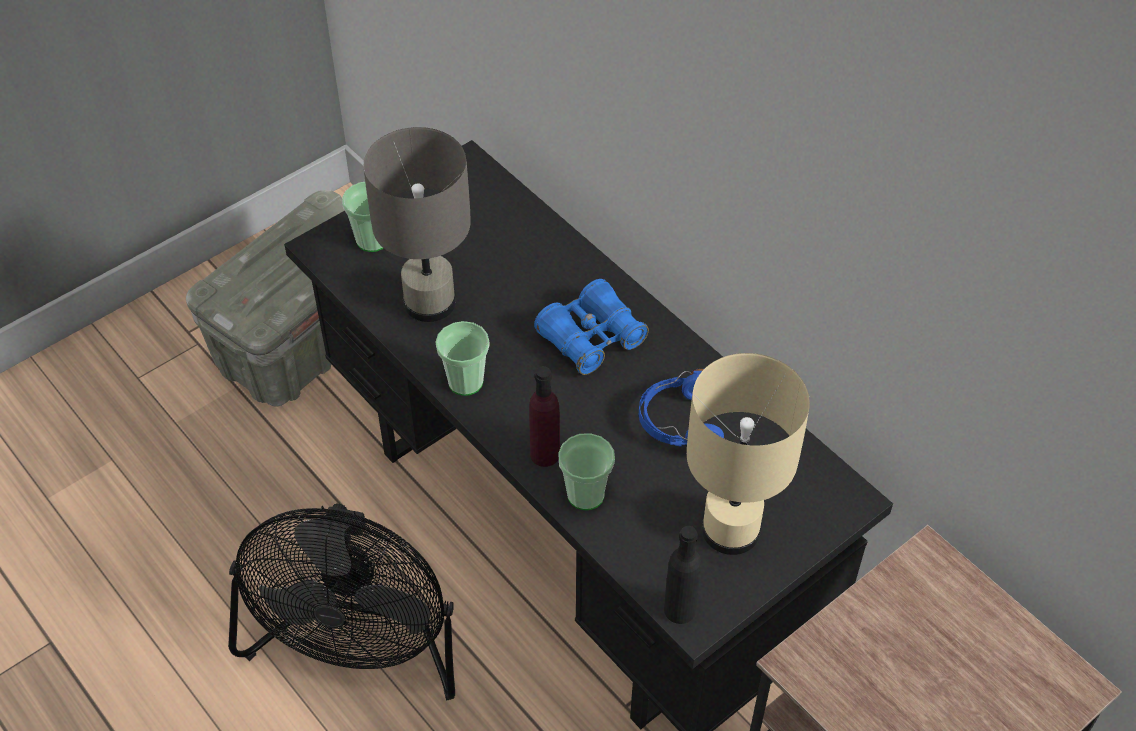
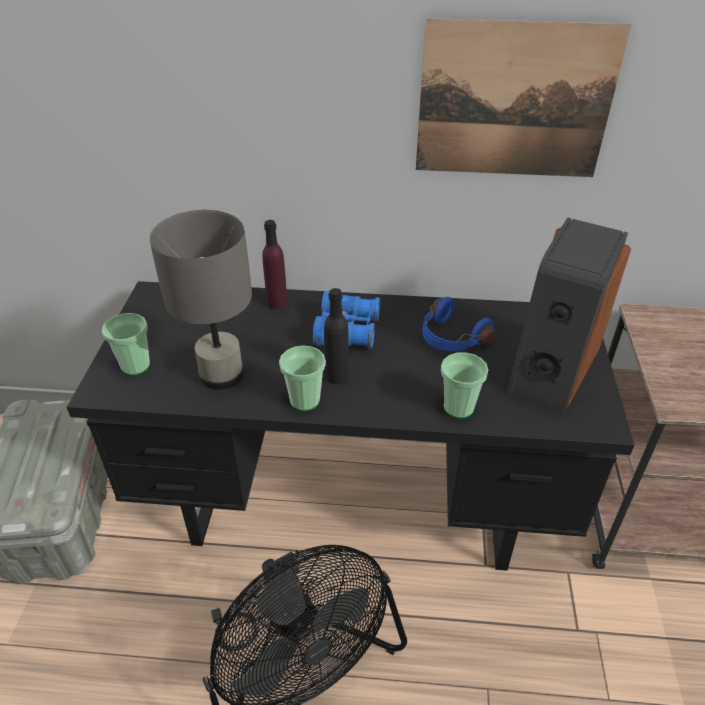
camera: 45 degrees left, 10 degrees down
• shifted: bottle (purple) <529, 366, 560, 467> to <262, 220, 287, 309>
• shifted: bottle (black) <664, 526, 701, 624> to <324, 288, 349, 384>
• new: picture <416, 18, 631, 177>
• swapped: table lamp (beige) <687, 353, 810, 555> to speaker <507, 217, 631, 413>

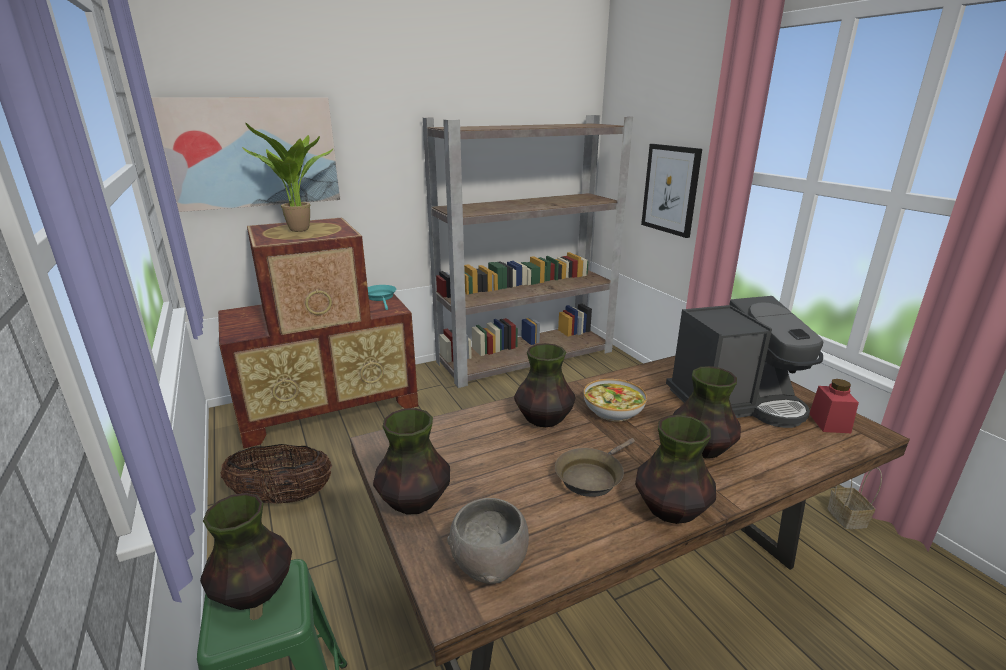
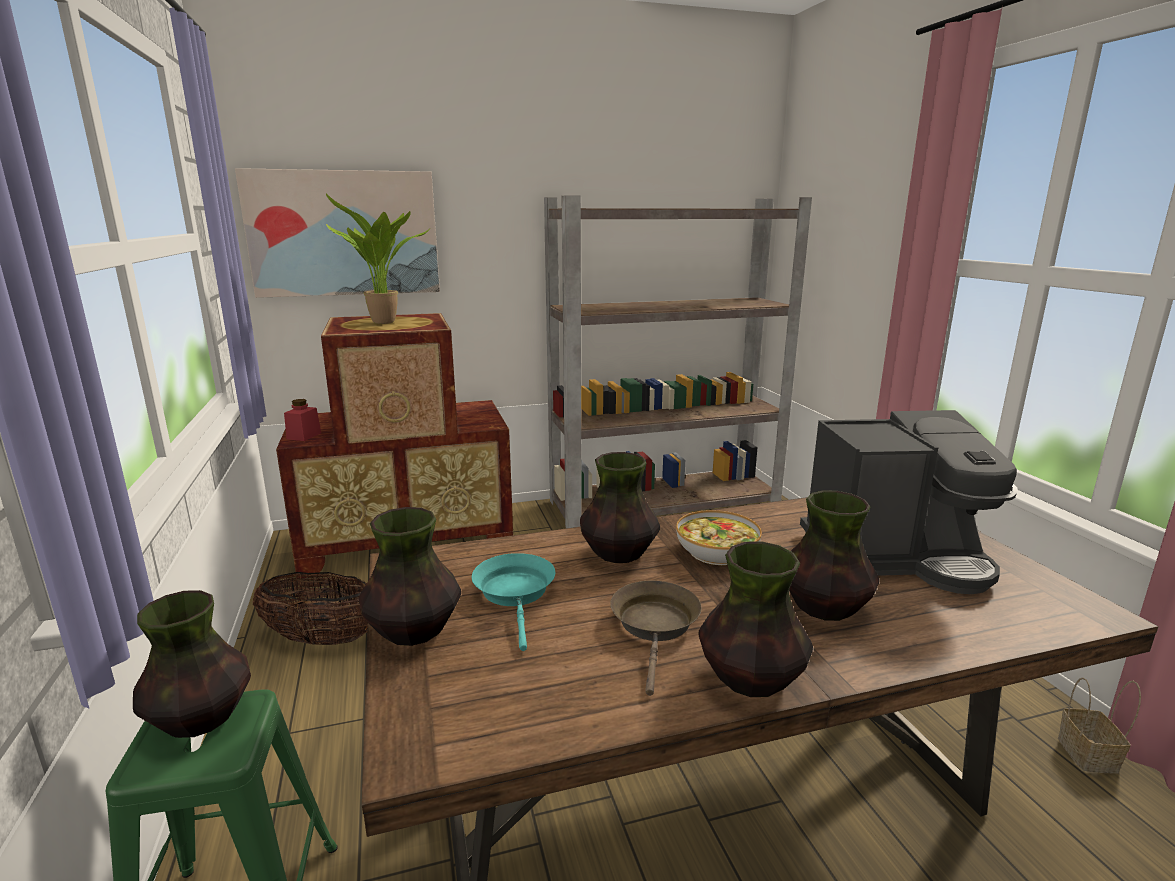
camera: 10 degrees right, 5 degrees down
• shifted: jar (red) <809, 379, 859, 433> to <284, 399, 321, 441>
• shifted: frying pan (turquoise) <368, 285, 396, 310> to <472, 553, 556, 651>
• rotated: frying pan (brown) <555, 438, 635, 497> = <610, 581, 701, 696> 135 degrees clockwise
• gone: bowl (grey) <447, 498, 529, 584>
• gone: picture <641, 144, 702, 238>

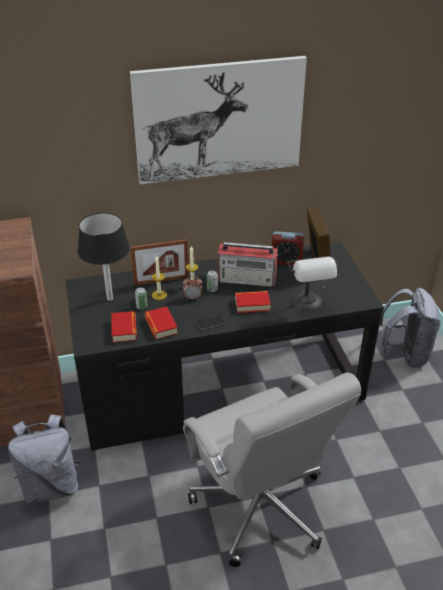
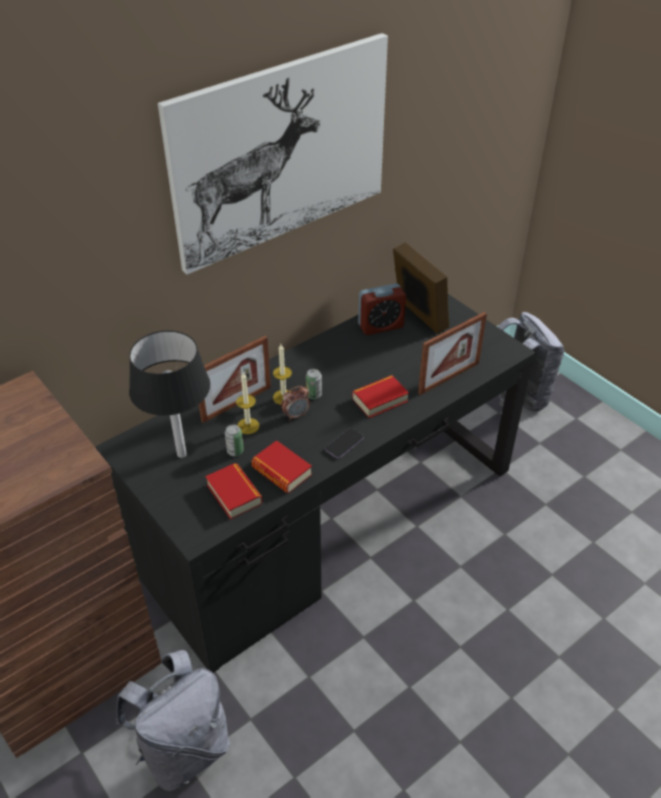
camera: 25 degrees left, 5 degrees up
• swapped: table lamp <287, 256, 339, 311> to picture frame <418, 312, 487, 395>
• gone: office chair (grey) <183, 373, 361, 567>
• gone: radio <218, 242, 278, 287>

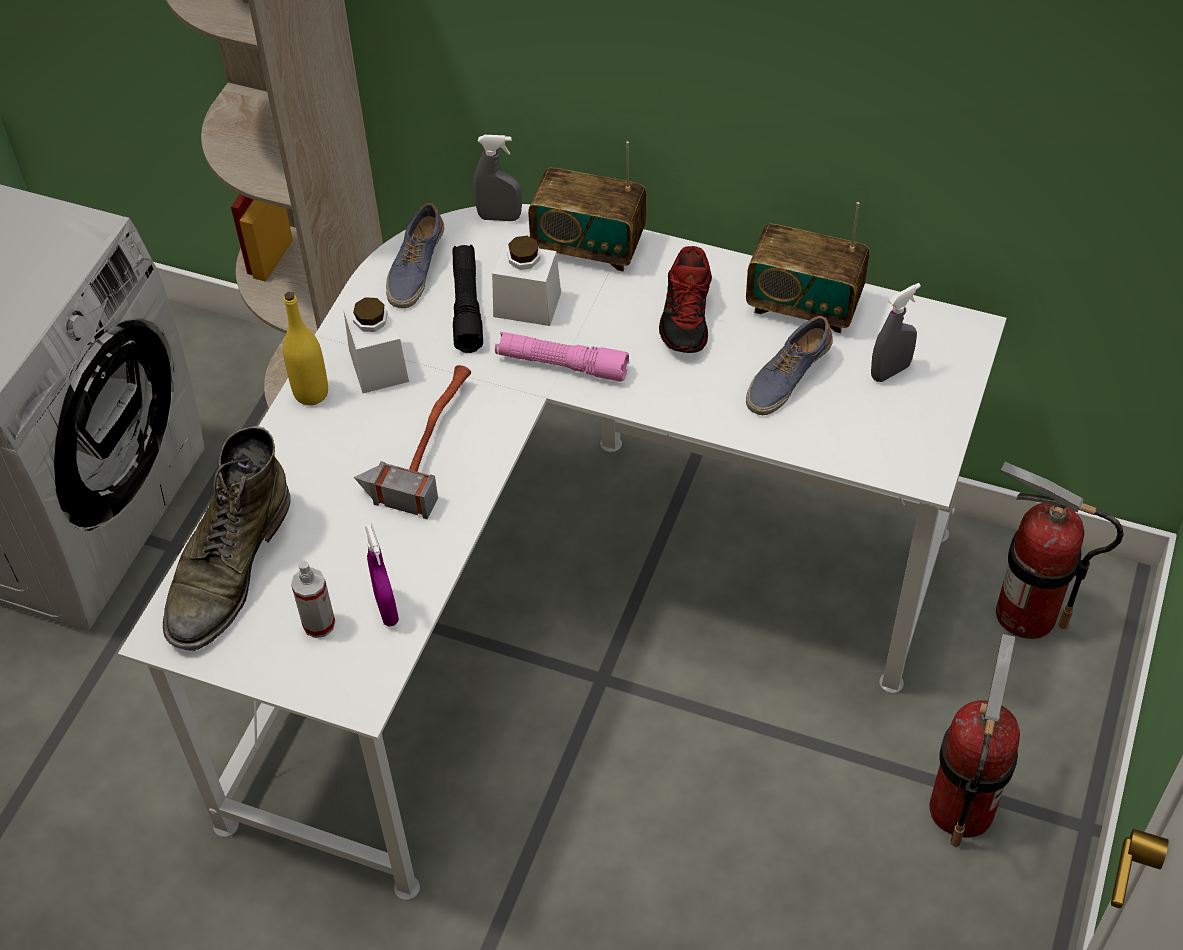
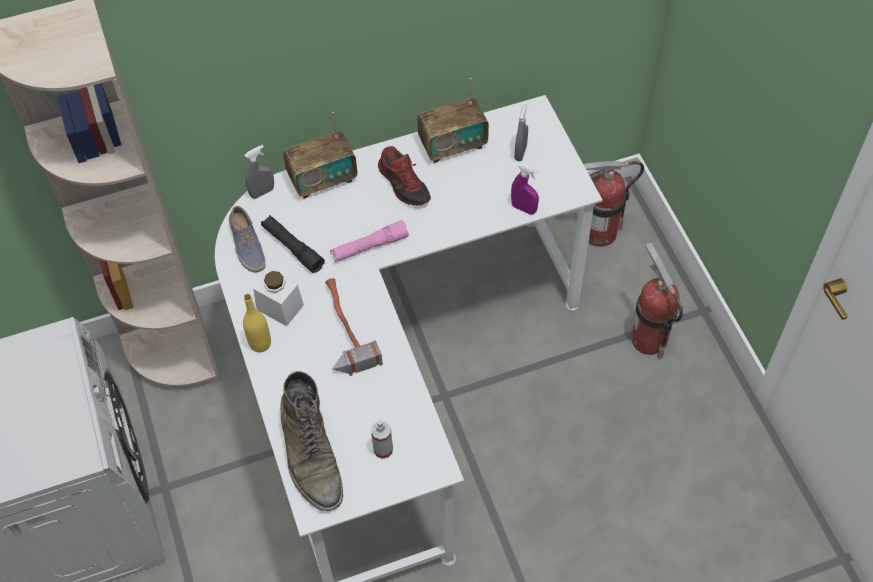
camera: 40 degrees left, 5 degrees up
• shifted: spray bottle (purple) <365, 524, 399, 627> to <511, 164, 539, 215>
• gone: jar (white) <492, 236, 561, 326>
• gone: shoe <746, 316, 833, 415>

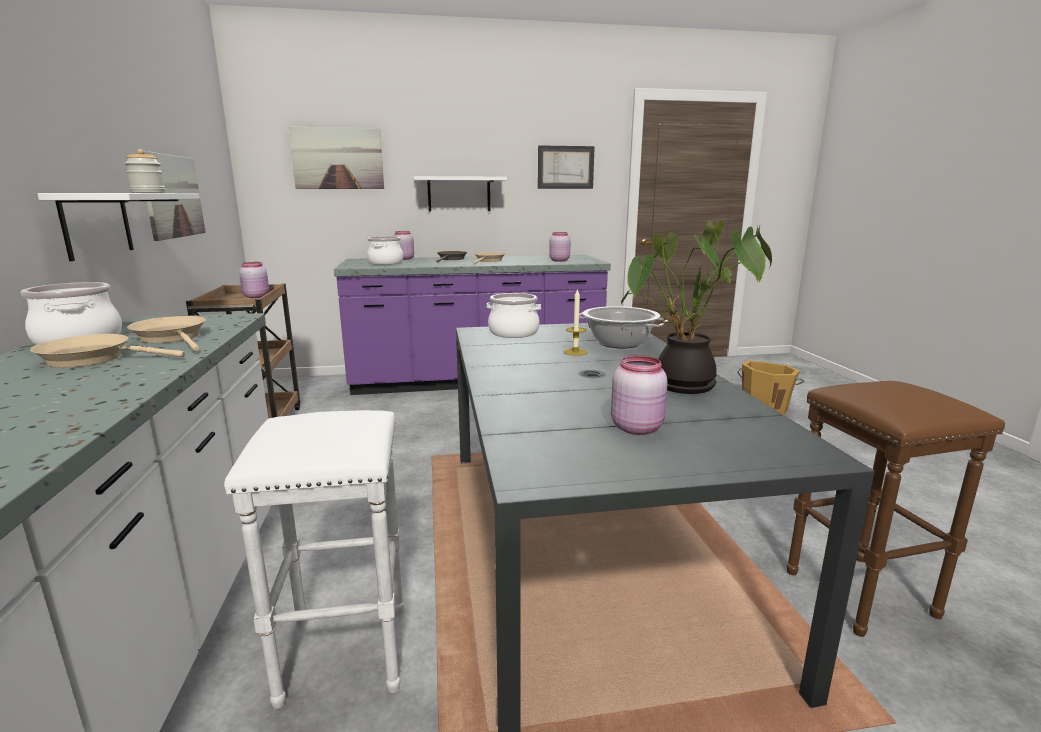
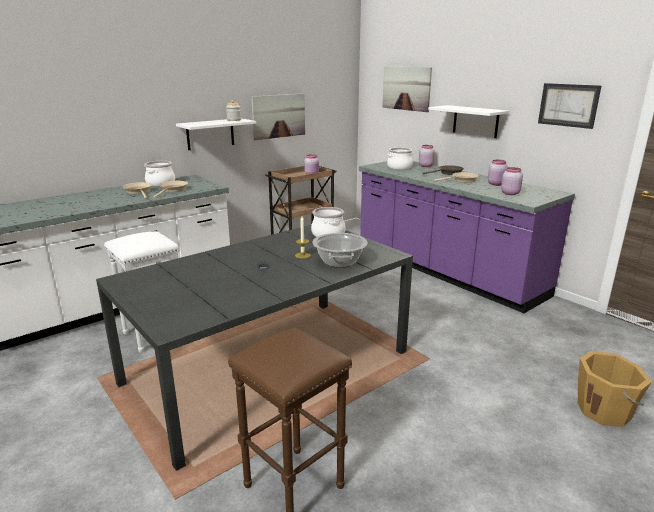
camera: 60 degrees right, 5 degrees up
• shifted: jar (pink) <611, 355, 668, 435> to <488, 160, 508, 186>
• gone: potted plant <621, 220, 772, 394>

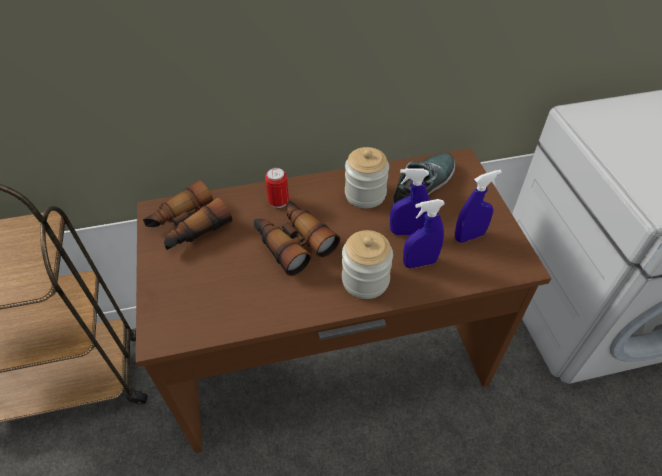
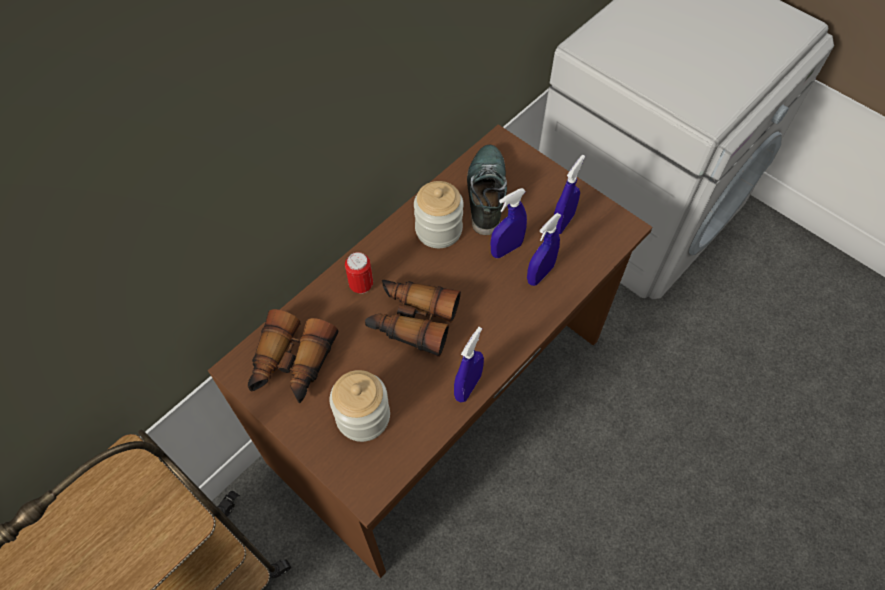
camera: 35 degrees left, 10 degrees up
• shifted: jar <342, 230, 393, 299> to <330, 370, 390, 442>
• new: spray bottle (blue) <454, 327, 484, 402>

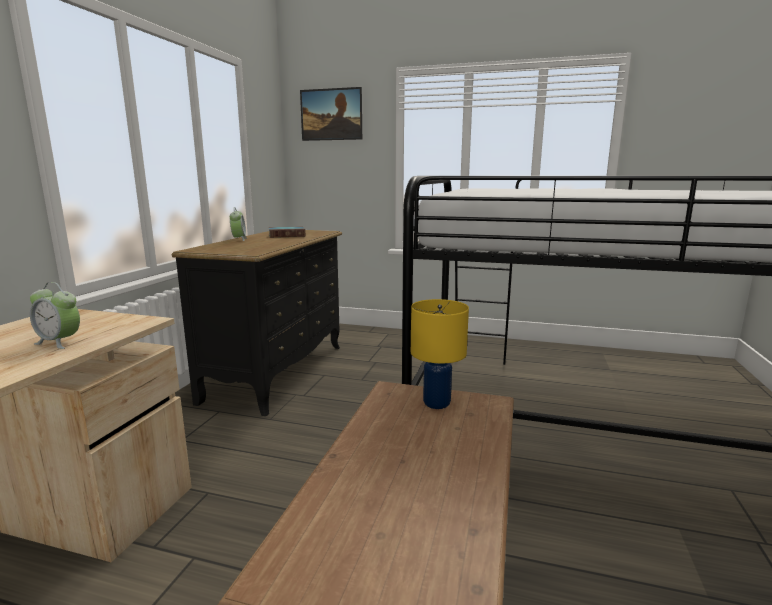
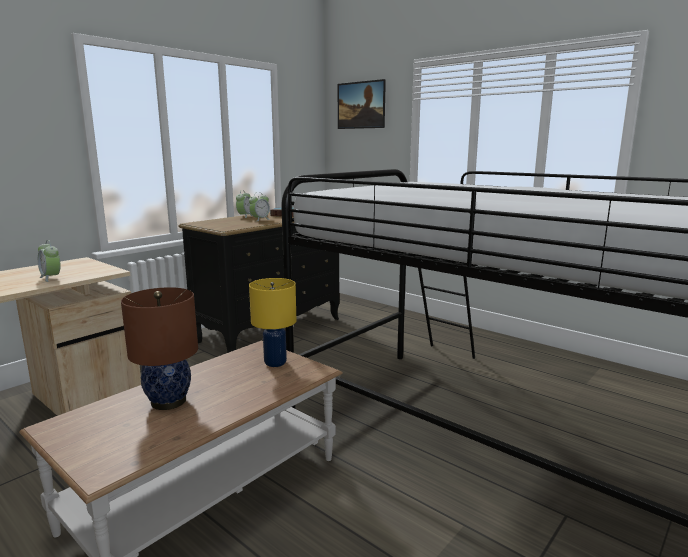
camera: 25 degrees right, 0 degrees up
• new: table lamp (brown) <121, 287, 198, 410>
• new: alarm clock <249, 192, 271, 221>

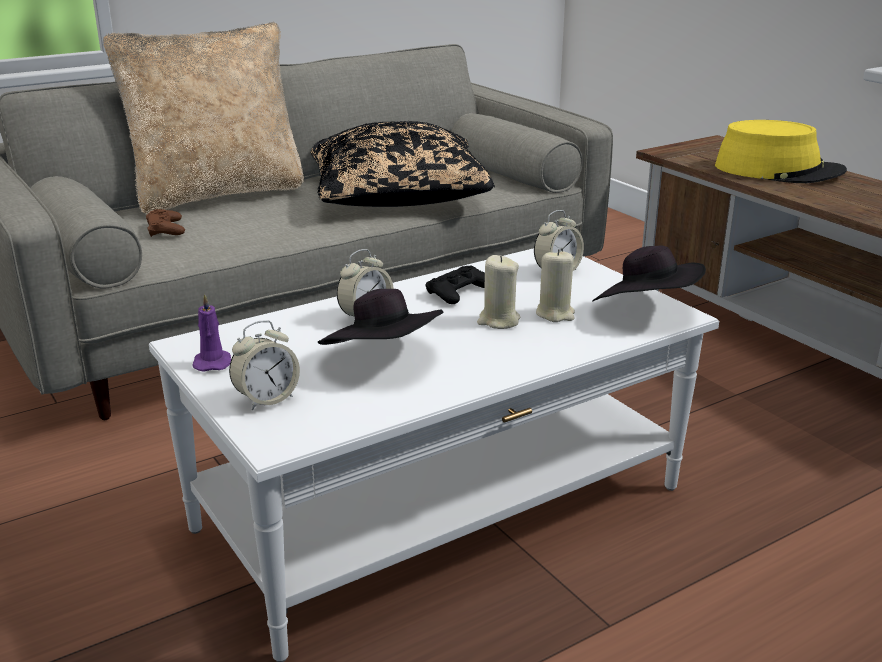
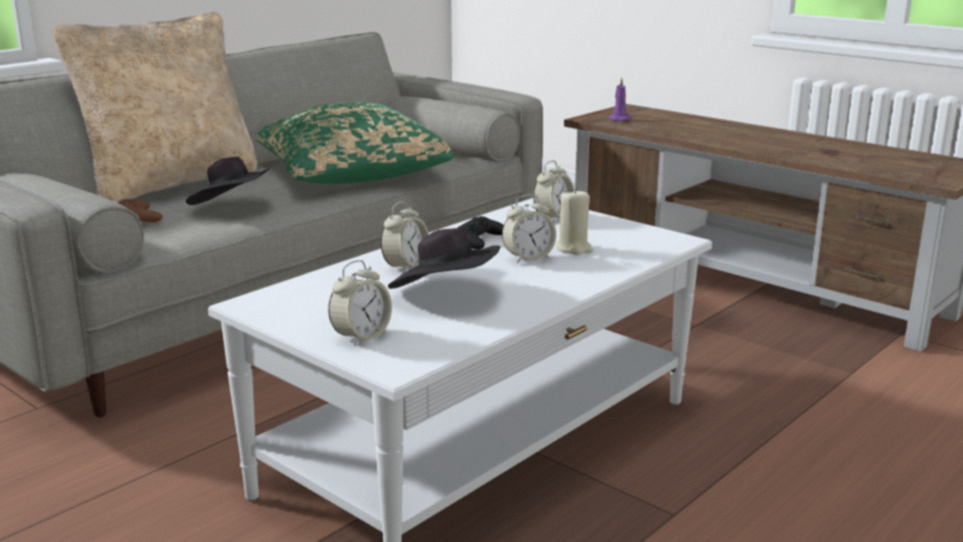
camera: 15 degrees left, 5 degrees down
• shifted: hat (black) <592, 246, 706, 301> to <186, 157, 270, 205>
• repainted: pillow (black) <311, 121, 495, 207> to pillow (green) <256, 102, 455, 184>
• swapped: candle (beige) <477, 255, 520, 329> to alarm clock <502, 194, 556, 264>
• shifted: candle (purple) <192, 294, 231, 372> to <608, 77, 632, 121>
• gone: hat (yellow) <715, 120, 847, 183>

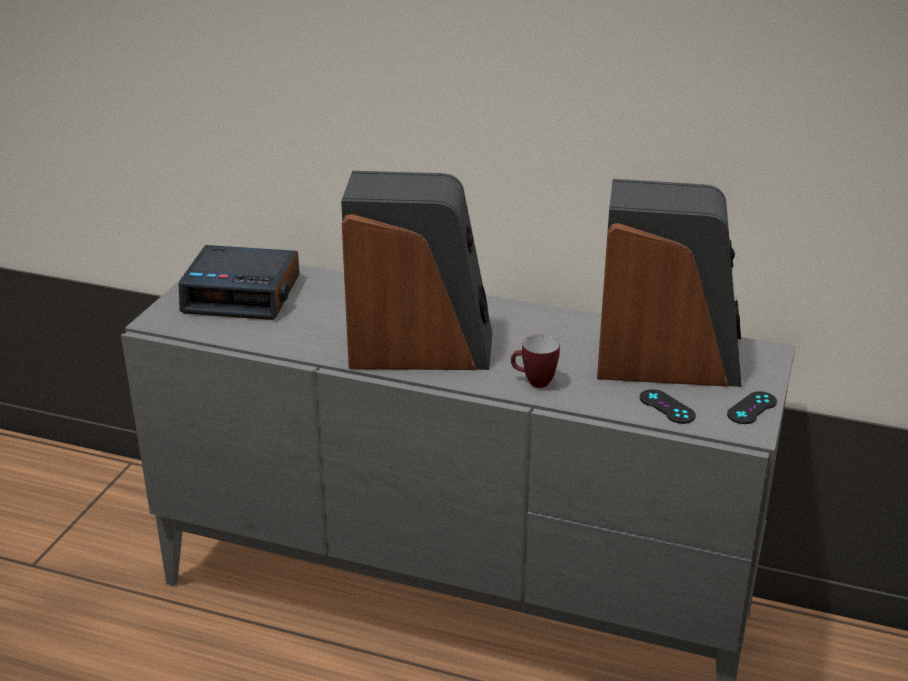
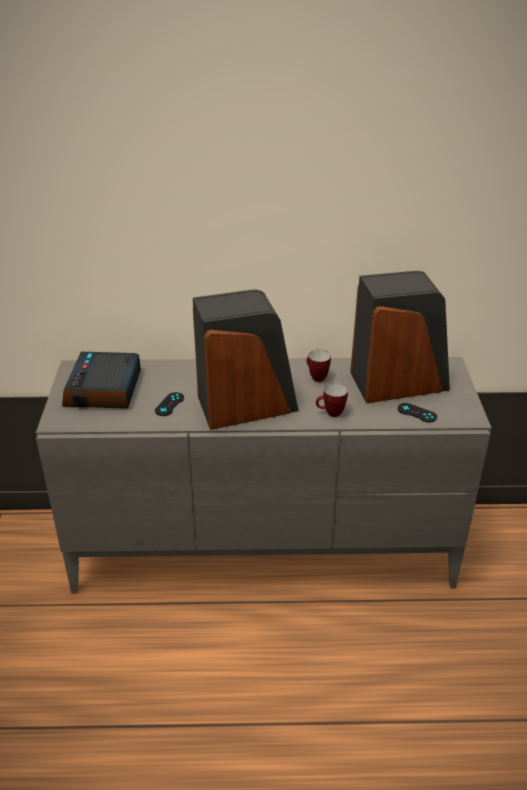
camera: 20 degrees left, 5 degrees up
• rotated: alarm clock <178, 245, 299, 320> = <62, 352, 141, 409> 105 degrees clockwise
• shifted: game controller (black) <727, 391, 777, 424> to <155, 392, 184, 416>
• new: mug <307, 350, 331, 382>

